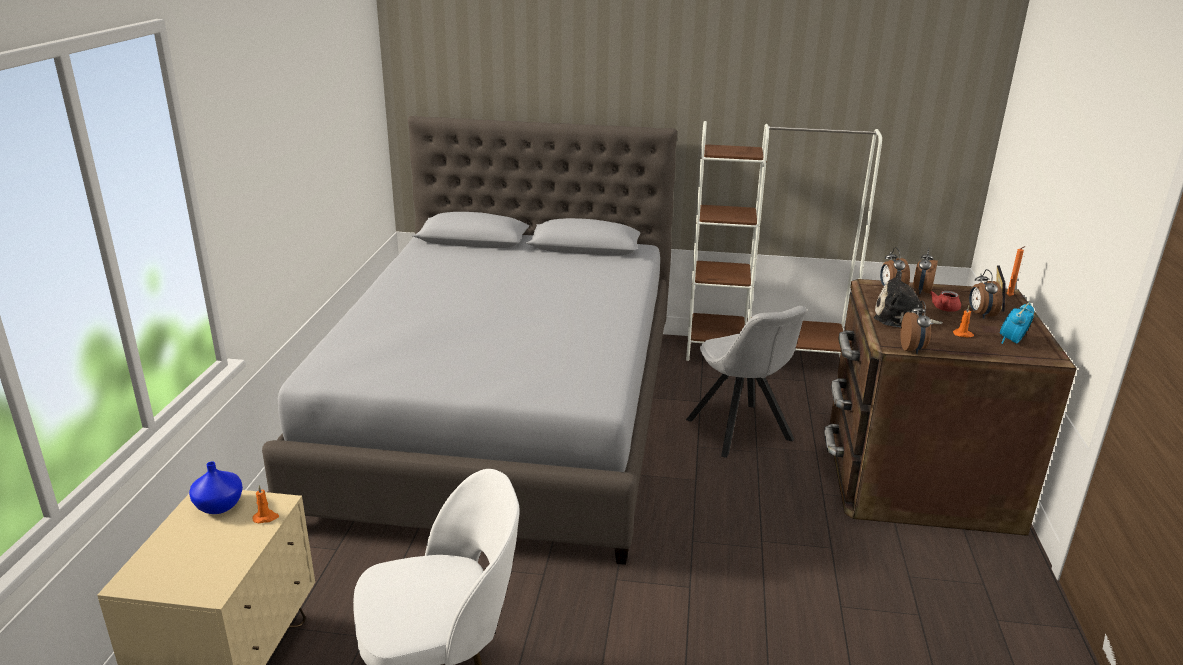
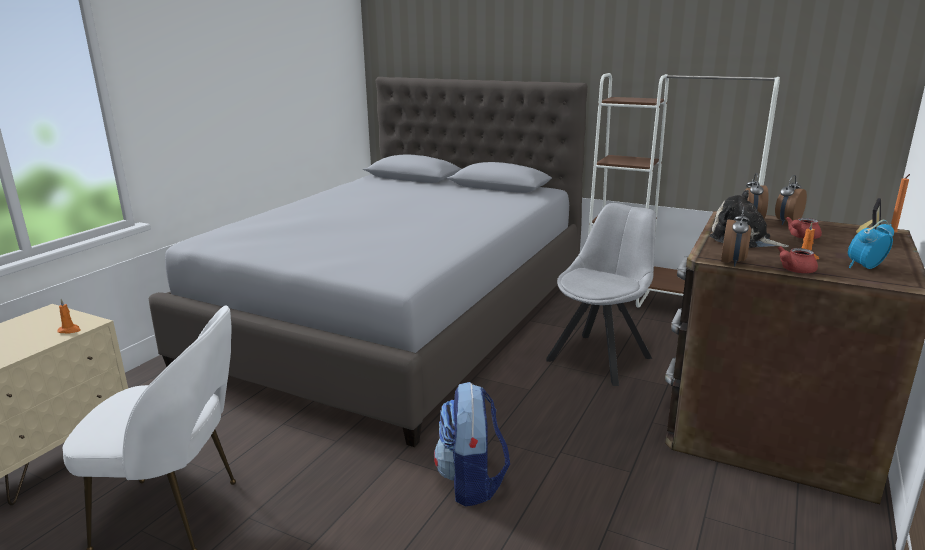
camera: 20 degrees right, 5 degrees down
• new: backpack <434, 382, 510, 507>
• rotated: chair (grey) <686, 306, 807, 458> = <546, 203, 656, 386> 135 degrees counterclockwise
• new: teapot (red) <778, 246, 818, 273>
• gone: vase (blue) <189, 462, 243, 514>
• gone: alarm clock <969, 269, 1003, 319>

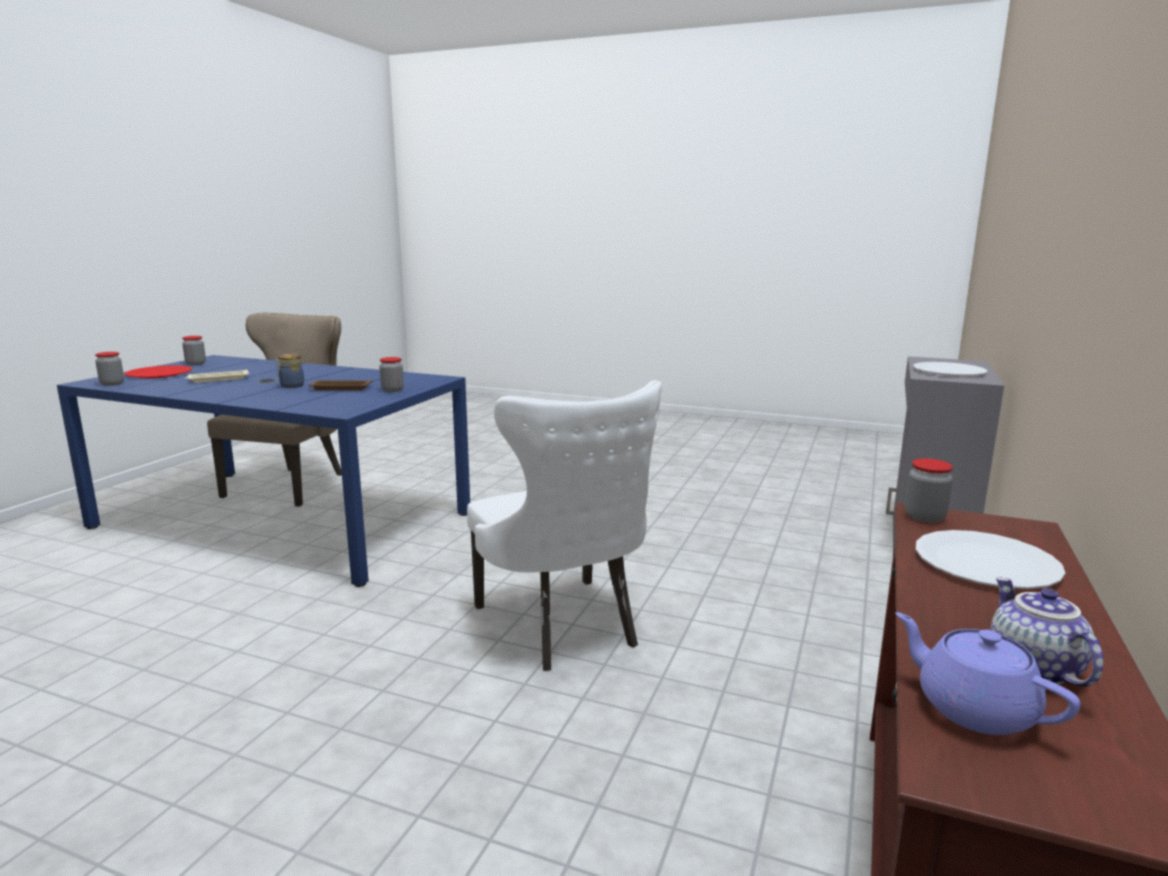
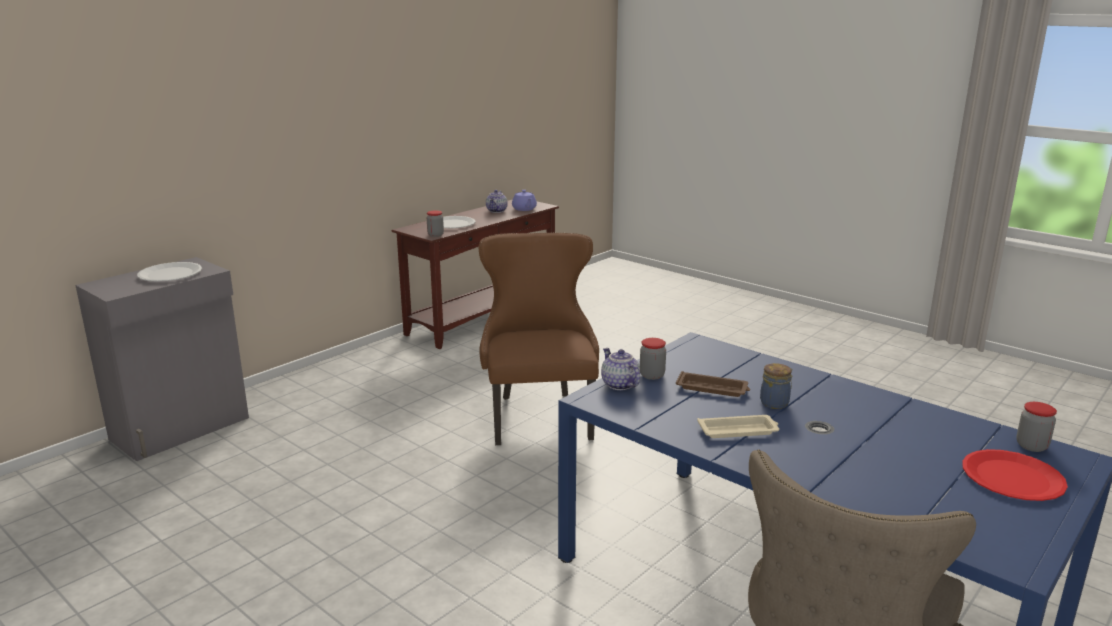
camera: 160 degrees left, 5 degrees up
• repainted: chair (white) <467, 380, 662, 671> to chair (brown) <479, 233, 599, 445>
• new: teapot <601, 348, 640, 390>
• shifted: tray (beige) <185, 369, 249, 383> to <697, 415, 779, 438>
• gone: jar <182, 336, 206, 365>

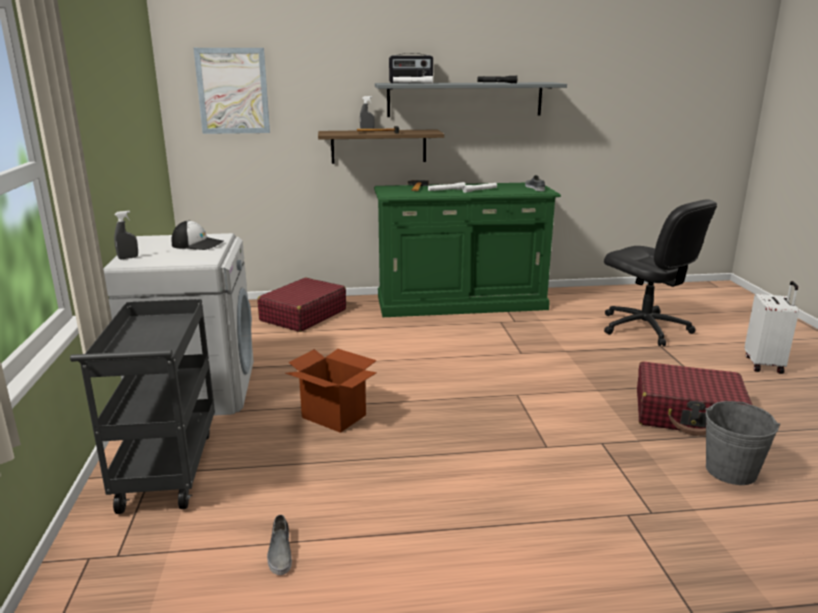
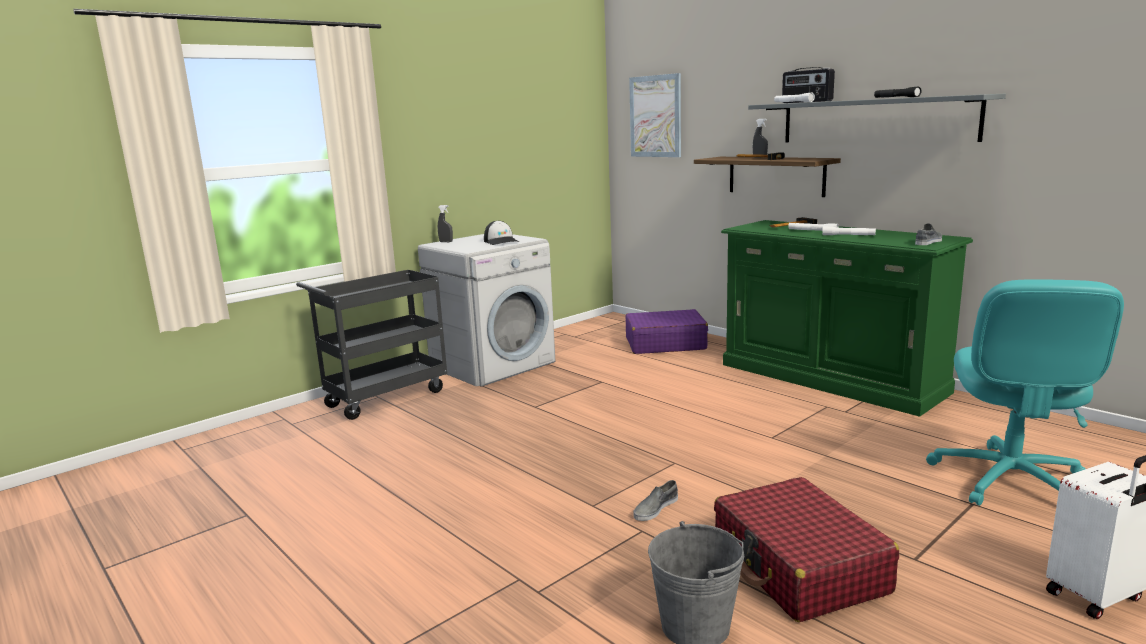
camera: 55 degrees right, 5 degrees down
• repainted: suitcase (red) <258, 278, 346, 332> to suitcase (purple) <626, 309, 708, 354>
• shifted: shoe (grey) <267, 515, 292, 575> to <634, 480, 678, 521>
• repainted: office chair (black) <604, 199, 717, 346> to office chair (turquoise) <926, 279, 1124, 506>
• gone: cardboard box <285, 349, 377, 433>

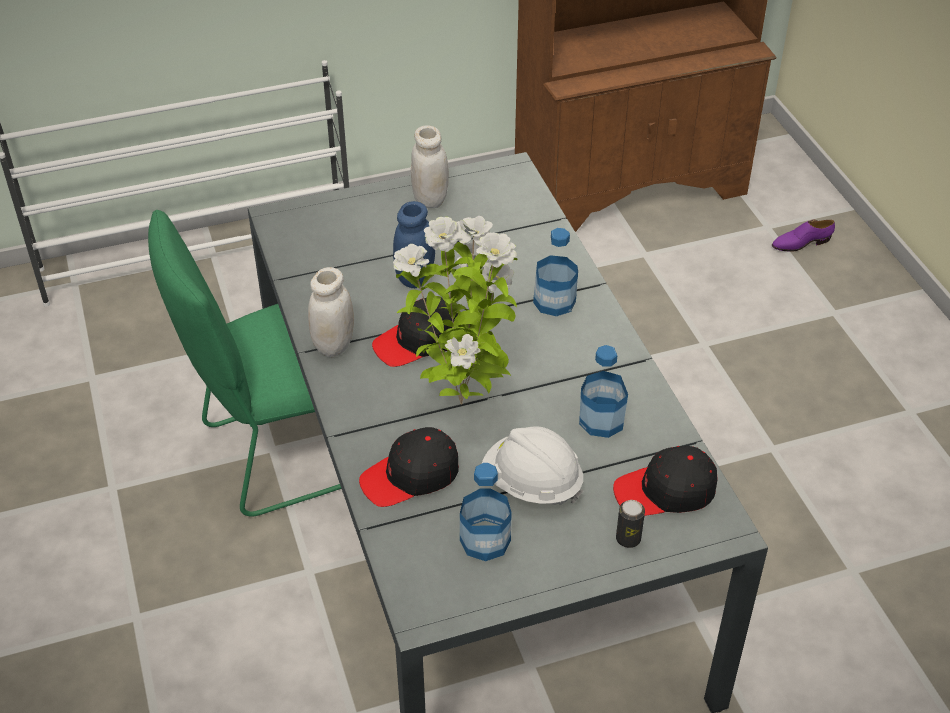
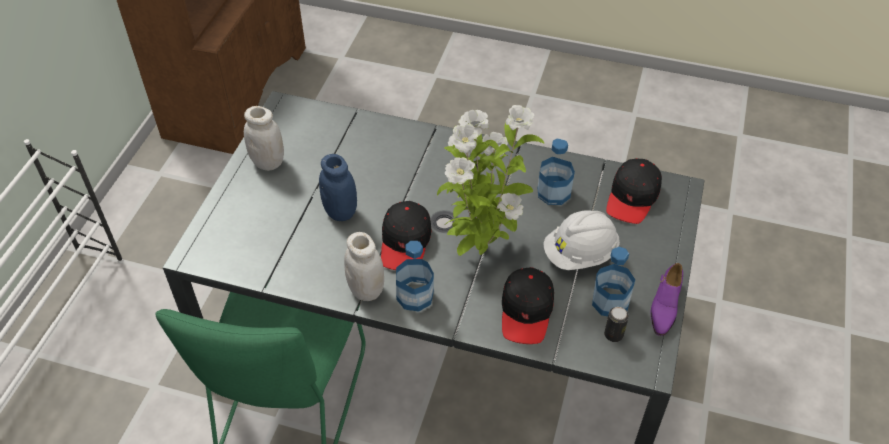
camera: 55 degrees left, 5 degrees up
• shifted: bottle <533, 228, 578, 316> to <396, 241, 434, 312>
• shifted: can <616, 500, 645, 548> to <604, 307, 629, 342>
• shifted: shoe (purple) <772, 220, 835, 251> to <650, 263, 683, 336>

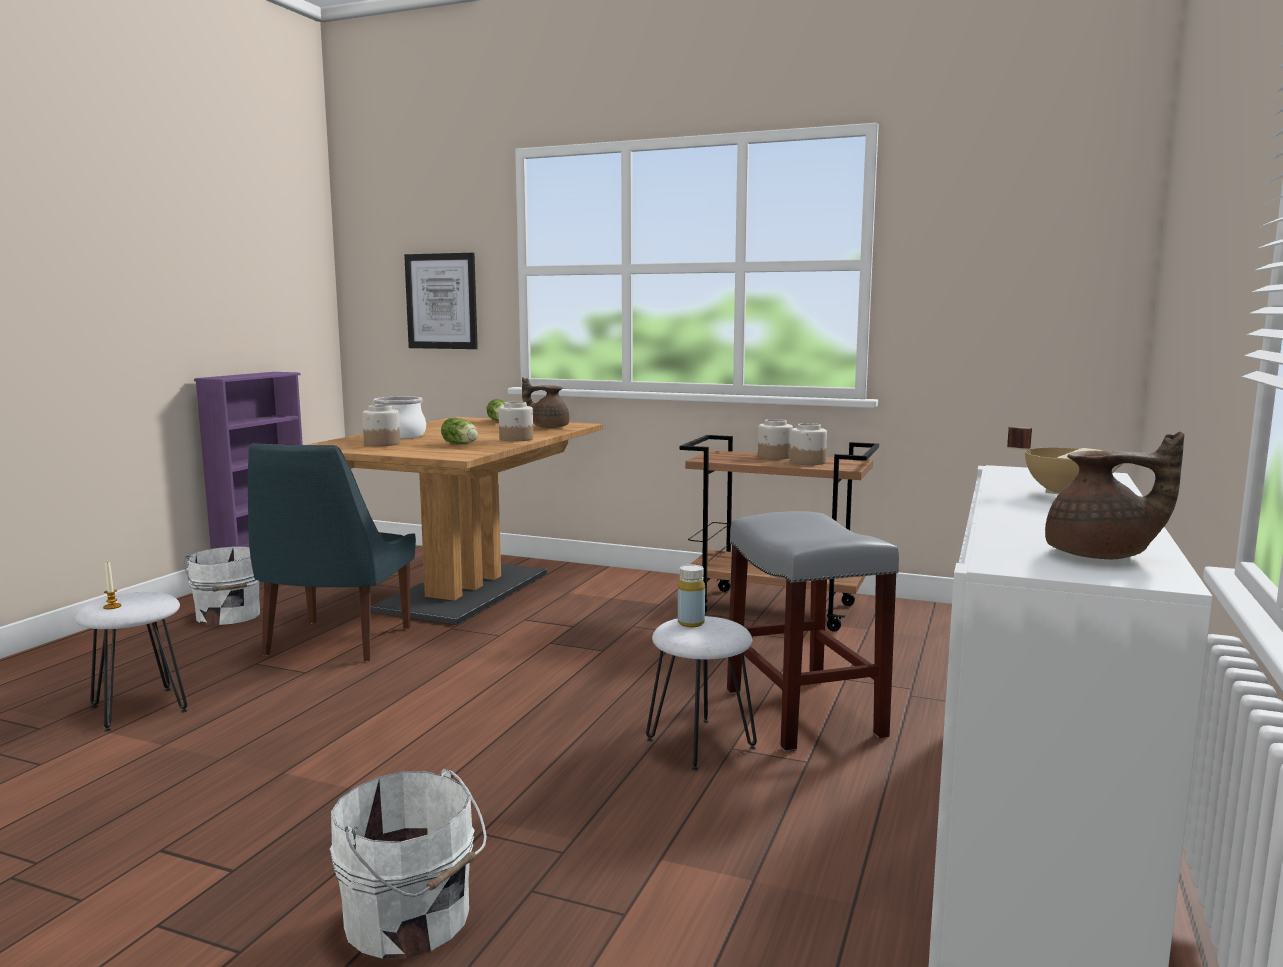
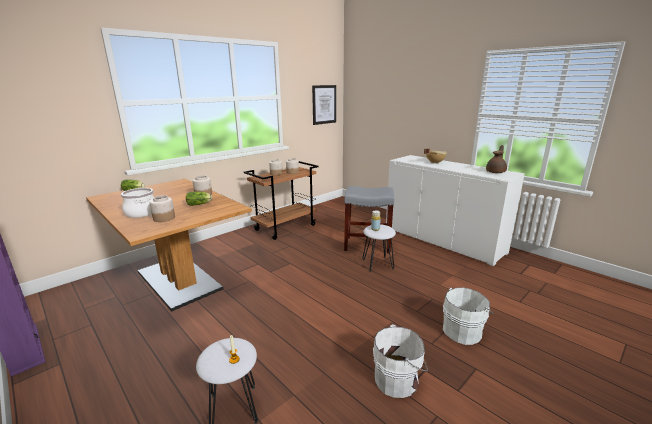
camera: 65 degrees left, 10 degrees up
• shifted: picture <404, 253, 478, 349> to <312, 85, 336, 125>
• shifted: bucket (white) <183, 546, 260, 625> to <373, 324, 428, 398>
• gone: chair (blue) <248, 443, 416, 662>
• gone: teapot (brown) <522, 377, 569, 428>

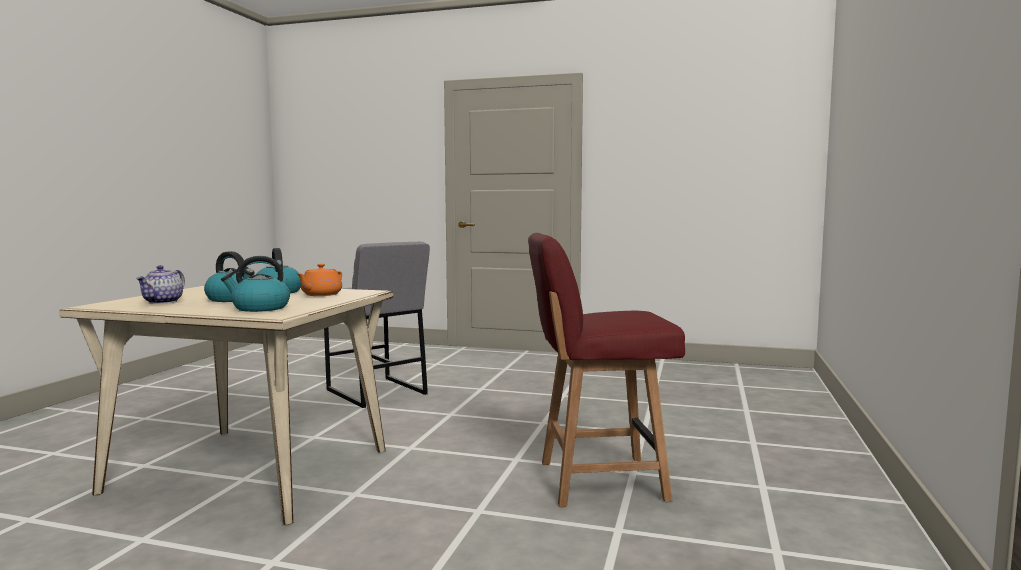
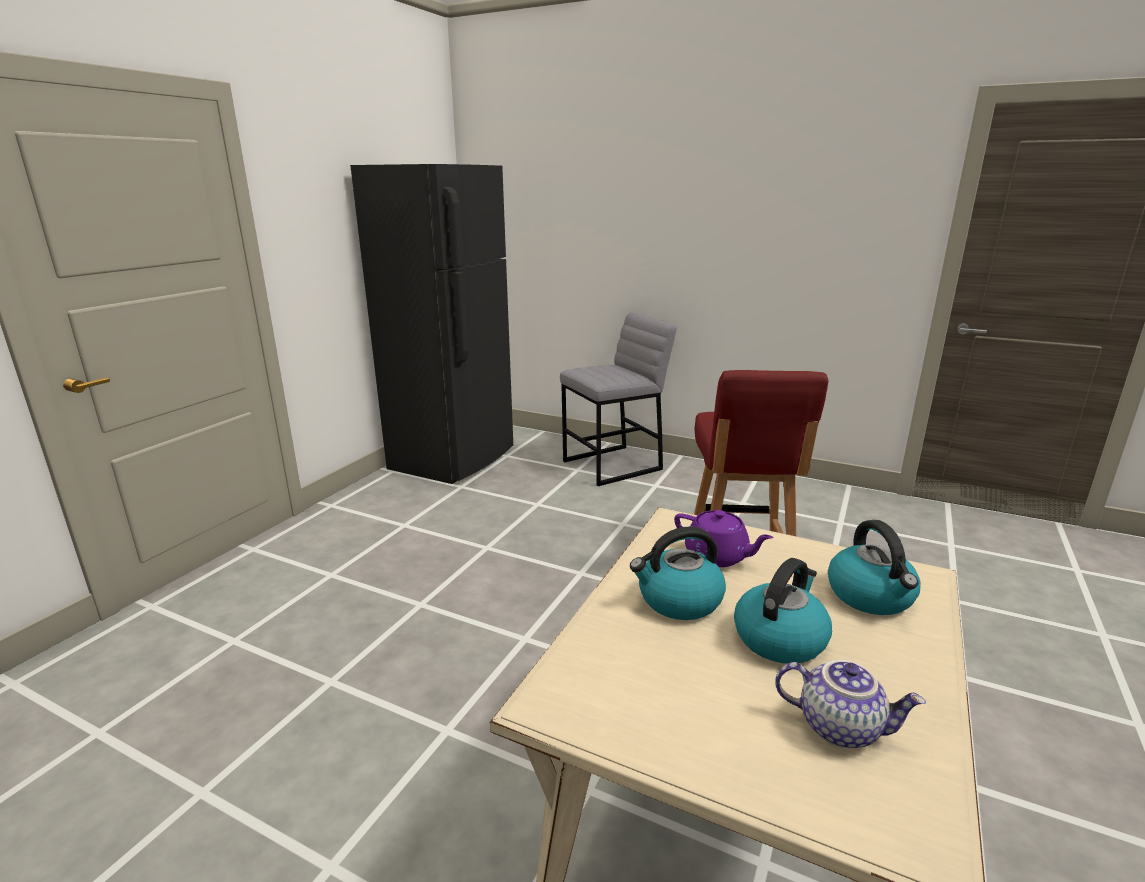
camera: 80 degrees left, 15 degrees up
• new: fridge (black) <350, 164, 513, 484>
• shifted: chair (grey) <324, 242, 430, 408> to <560, 312, 677, 486>
• repainted: teapot (orange) <297, 264, 342, 296> to teapot (purple) <674, 510, 773, 567>

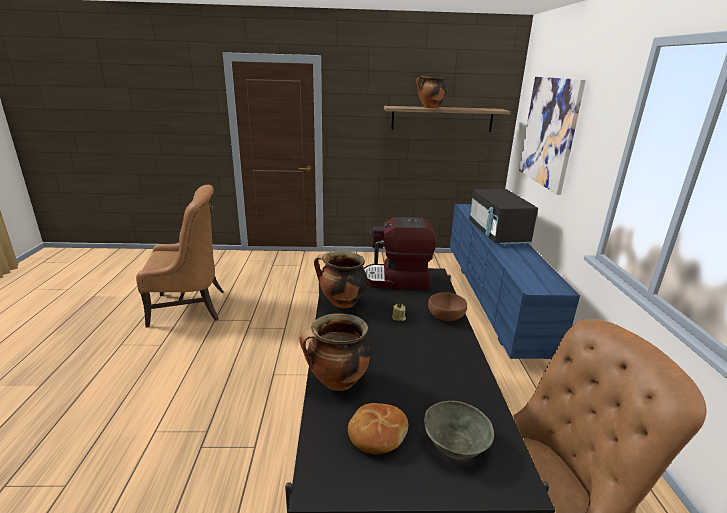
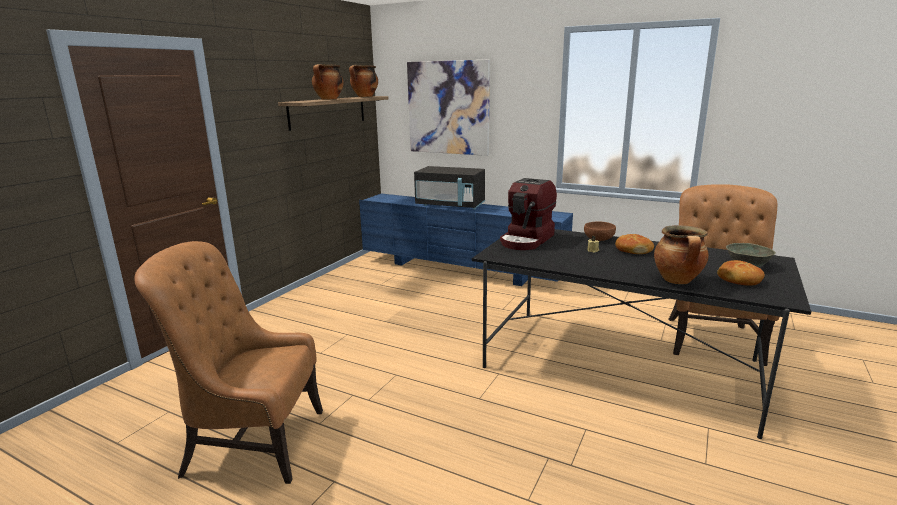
camera: 60 degrees left, 5 degrees down
• rotated: chair (brown) <136, 185, 224, 328> = <134, 241, 323, 484> 105 degrees counterclockwise
• shifted: cooking pot <314, 251, 367, 308> to <349, 65, 378, 97>
• new: bread <615, 234, 654, 254>

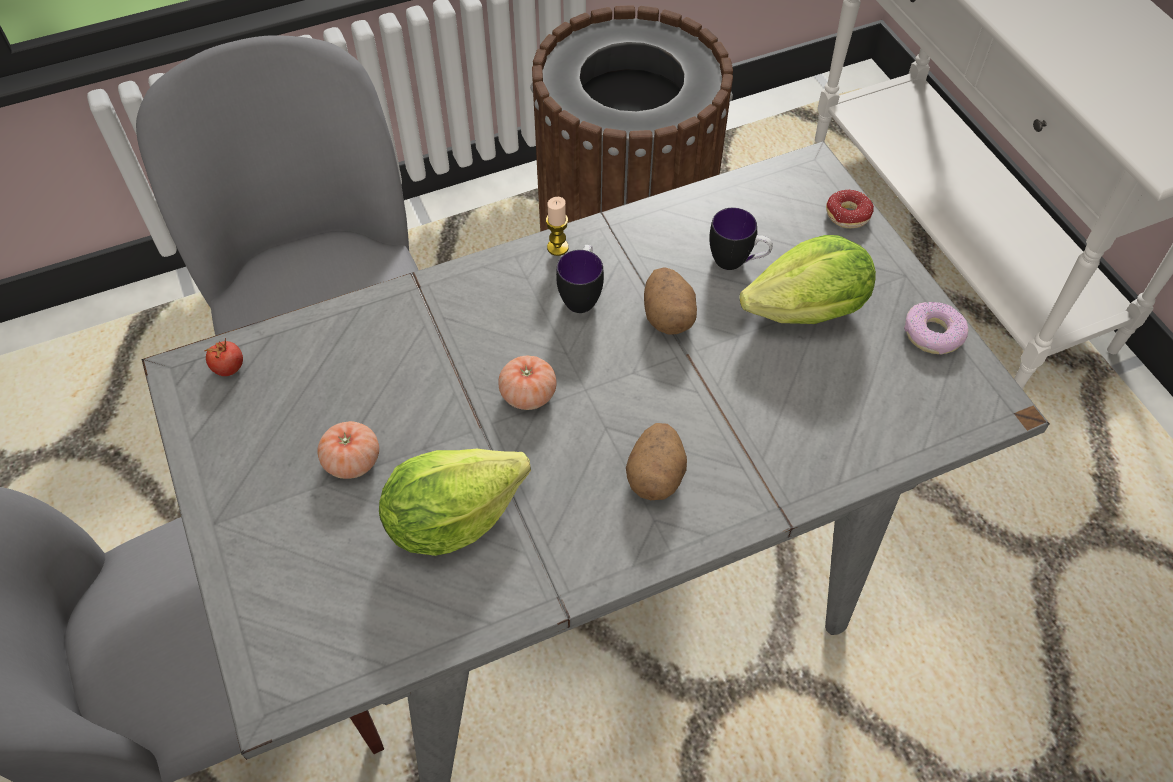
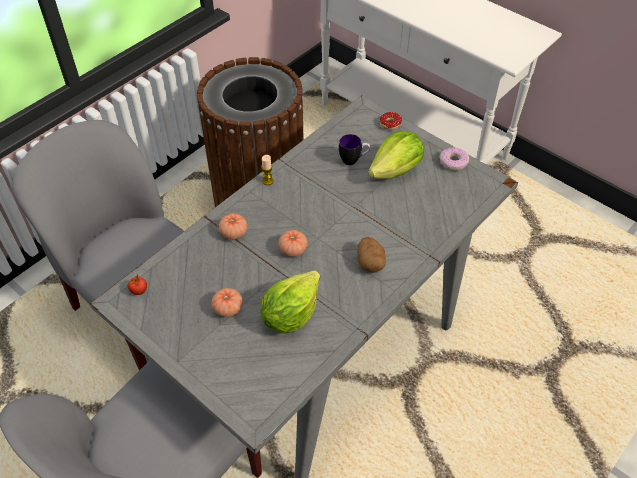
camera: 25 degrees left, 5 degrees down
• new: tomato <219, 213, 247, 240>
• gone: mug <556, 245, 604, 313>
• gone: potato <644, 267, 697, 335>

